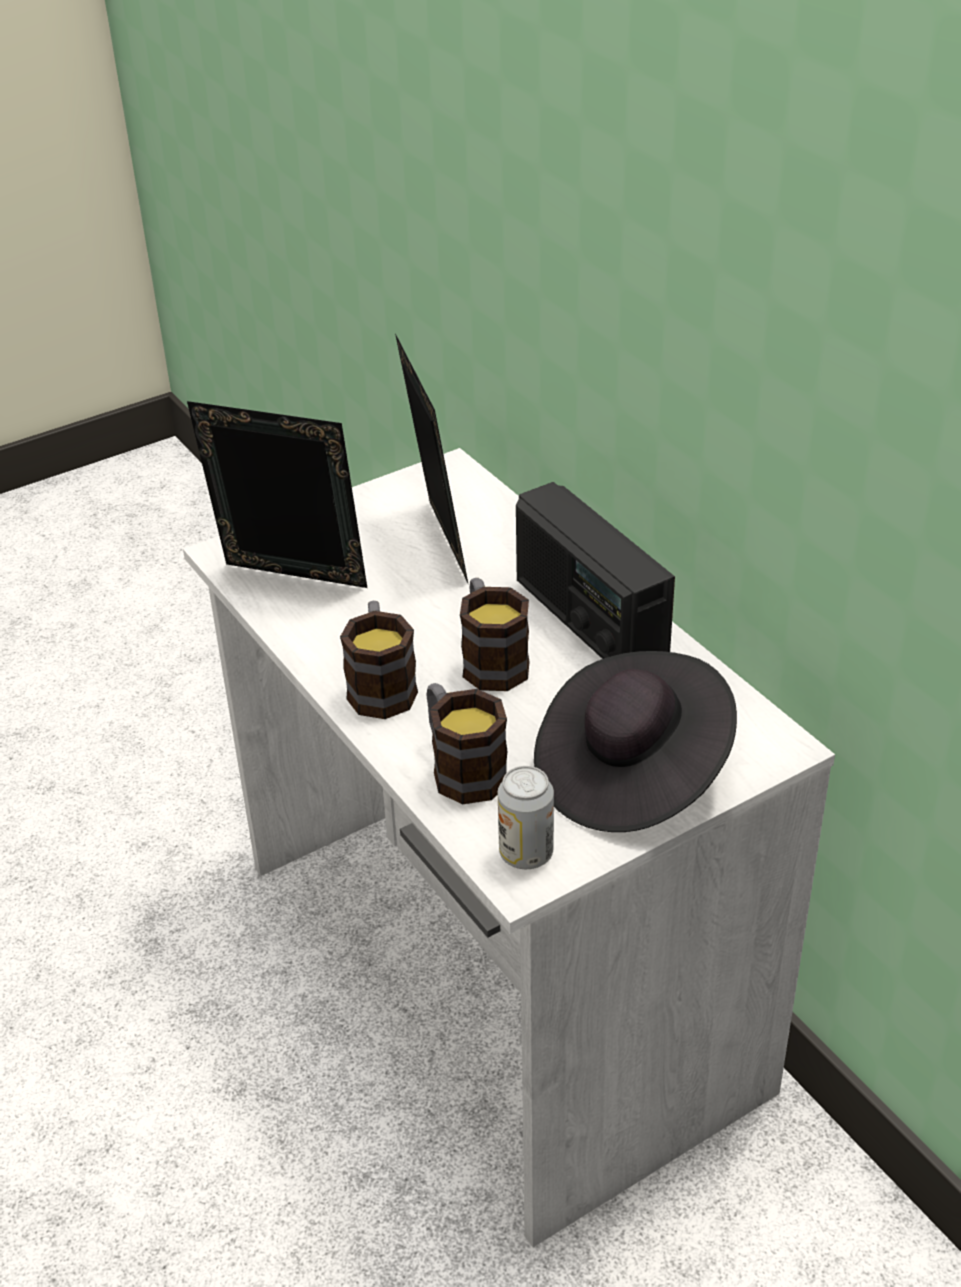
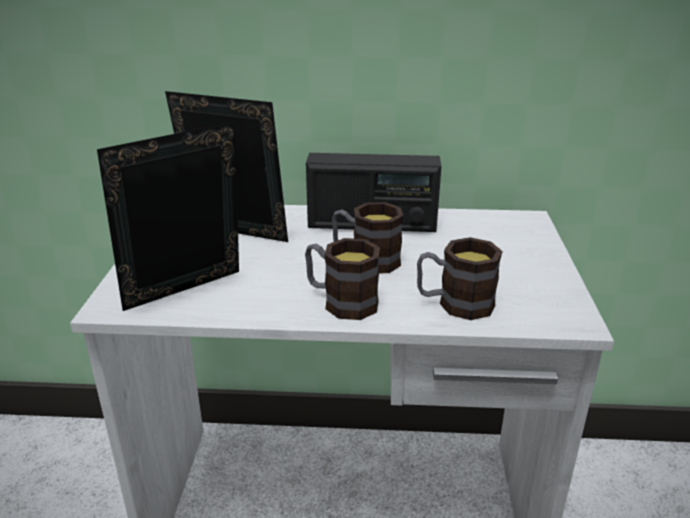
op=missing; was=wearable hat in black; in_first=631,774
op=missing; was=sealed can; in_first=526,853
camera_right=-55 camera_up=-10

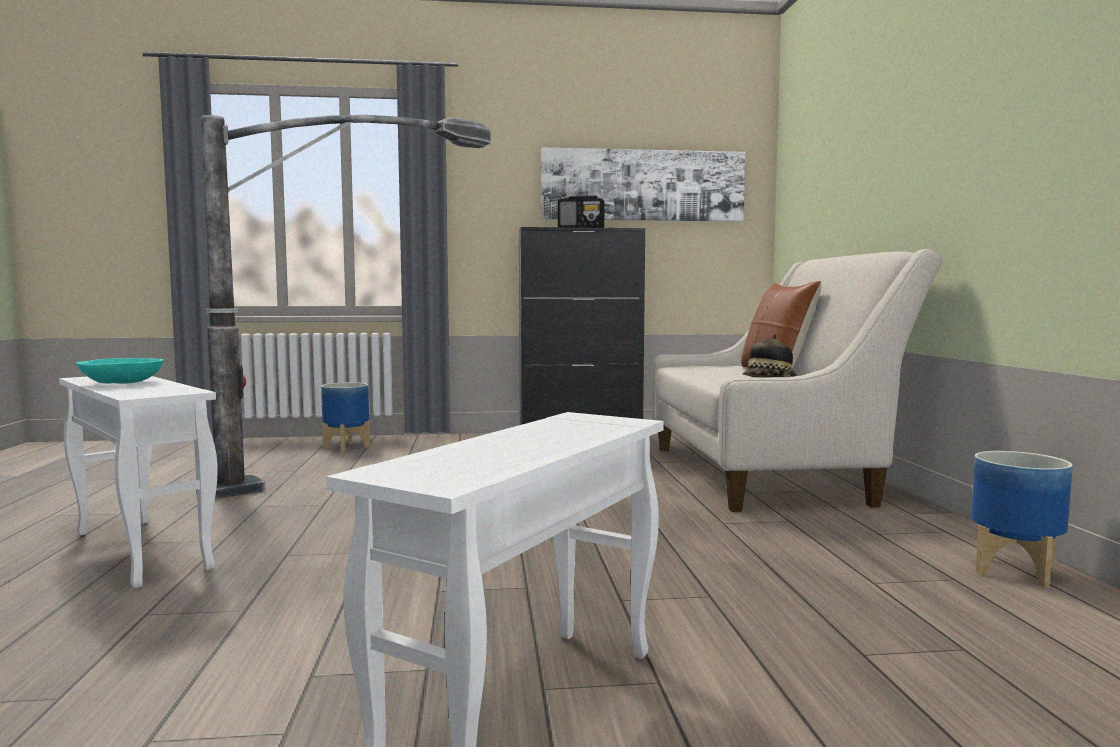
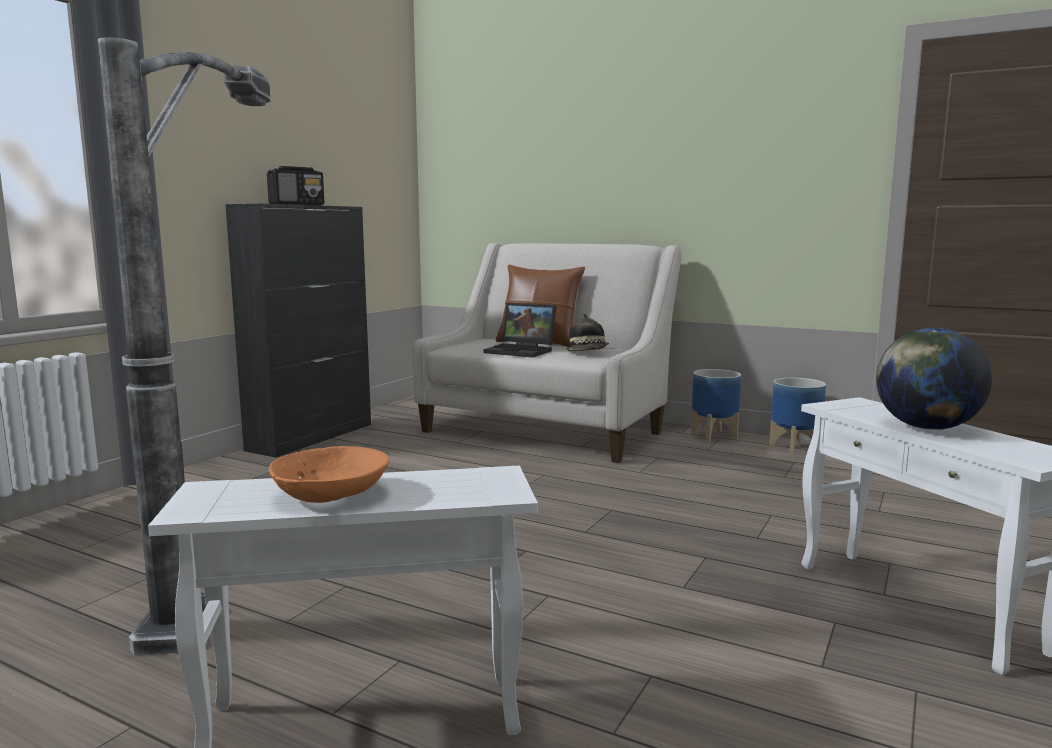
op=missing; was=wall picture; in_first=643,185
op=colour; was=deep dish in blue-green; now=deep dish in orange-coloured; in_first=122,383; in_second=332,495
op=relocated; was=flower pot; in_first=347,447; in_second=714,436
op=appeared; now=laptop; in_second=522,351
op=appeared; now=world globe; in_second=926,428
camera_right=-55 camera_up=5

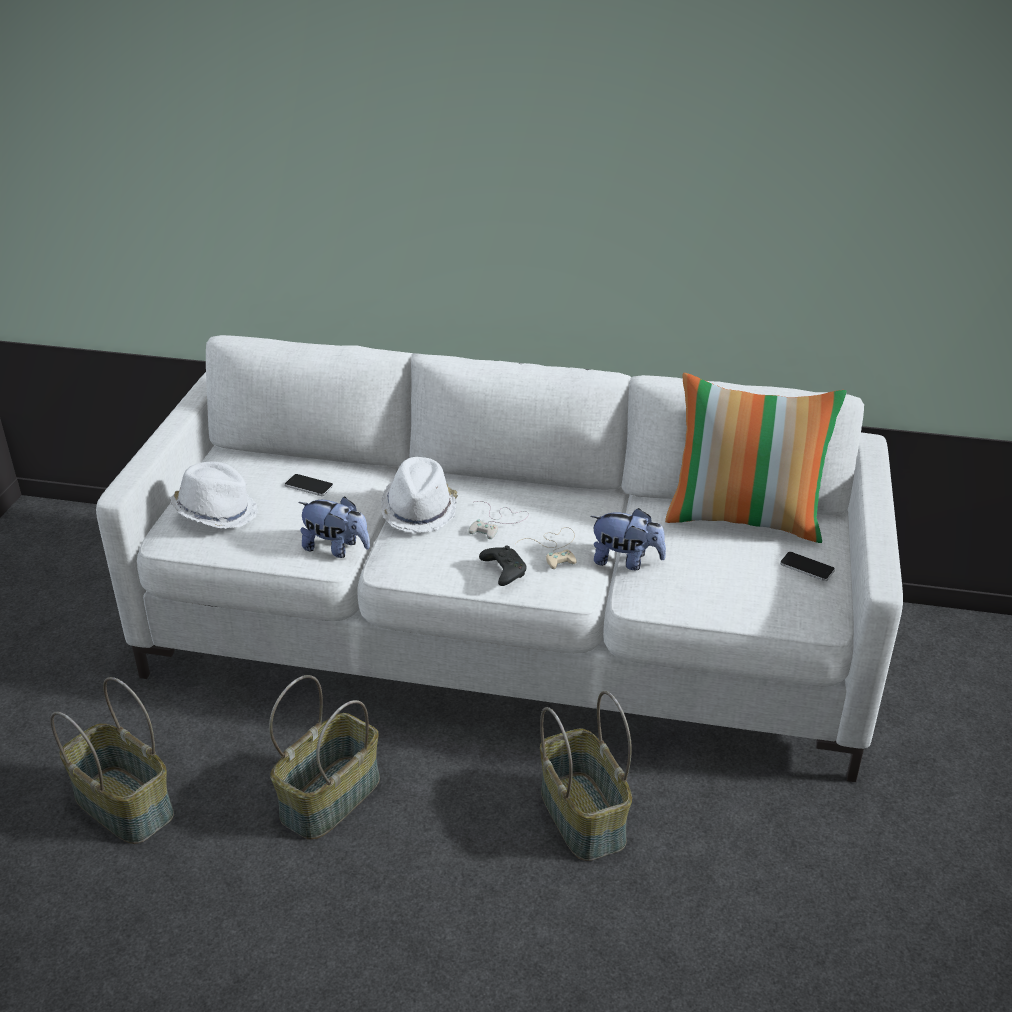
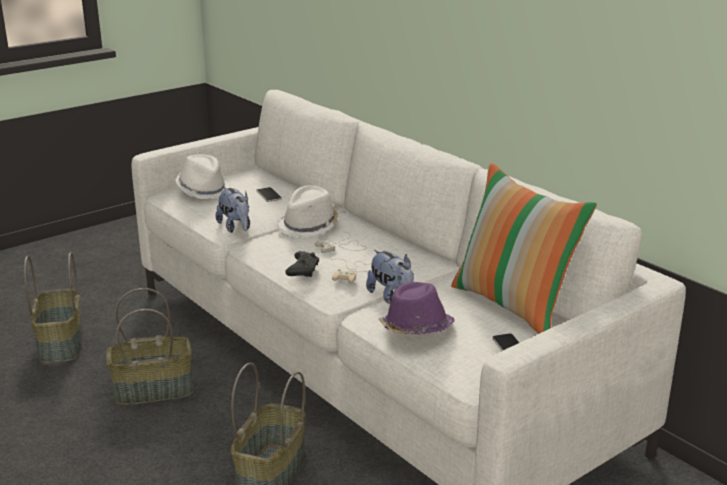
op=appeared; now=wearable hat in purple; in_second=416,329
camera_right=40 camera_up=-10

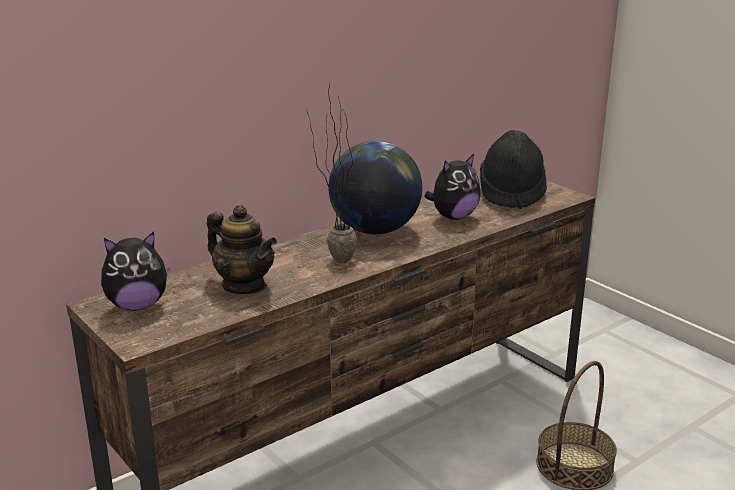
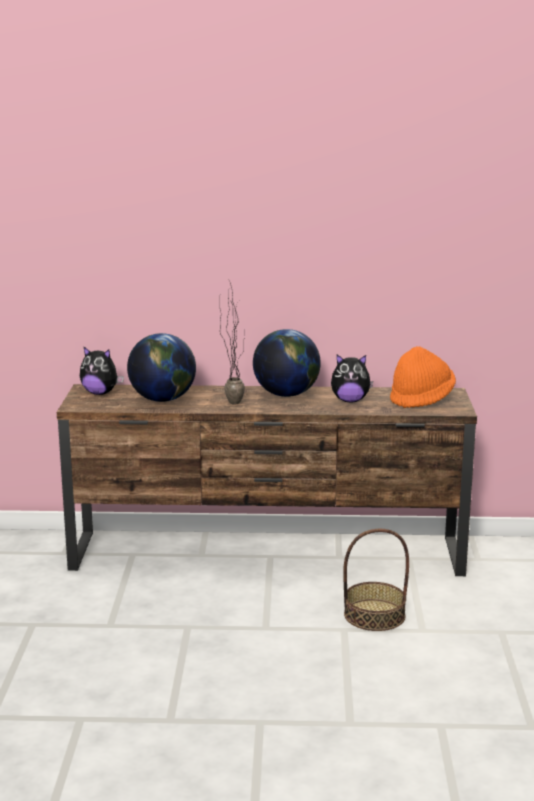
op=colour; was=wearable hat in black; now=wearable hat in orange-coloured; in_first=511,194; in_second=421,399
op=exchanged; was=pot for tea; now=world globe; in_first=244,286; in_second=163,399
camera_right=40 camera_up=-5

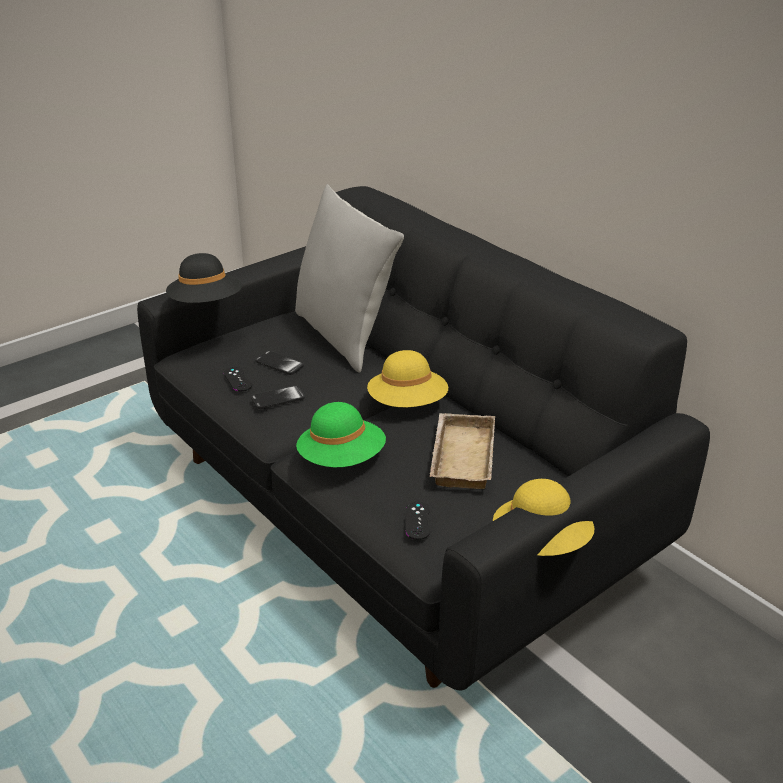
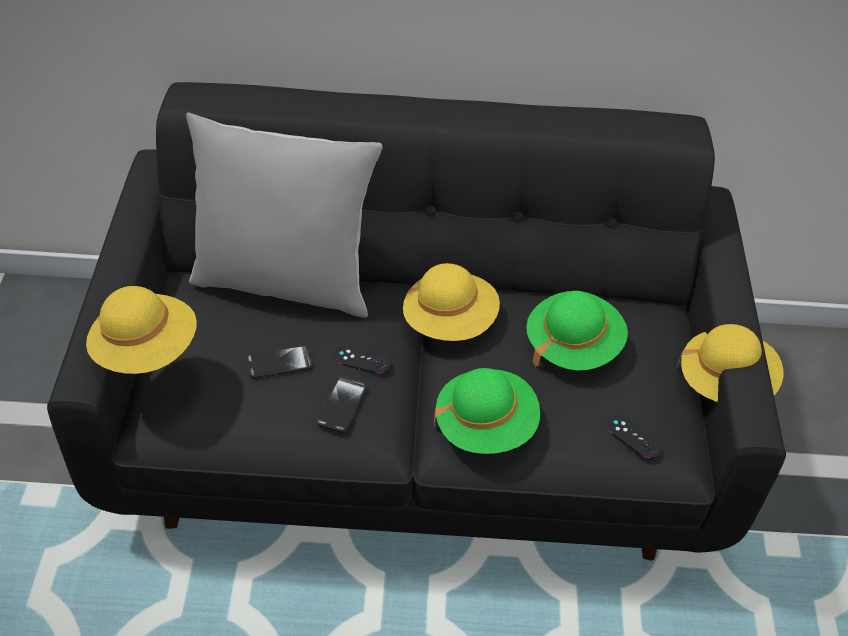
op=colour; was=wearable hat in black; now=wearable hat in yellow; in_first=206,304; in_second=146,350
op=relocated; was=game controller in black; in_first=238,379; in_second=362,359
op=exchanged; was=carrying tray in sand-coloured; now=wearable hat in green; in_first=459,456; in_second=572,345
camera_right=-50 camera_up=15

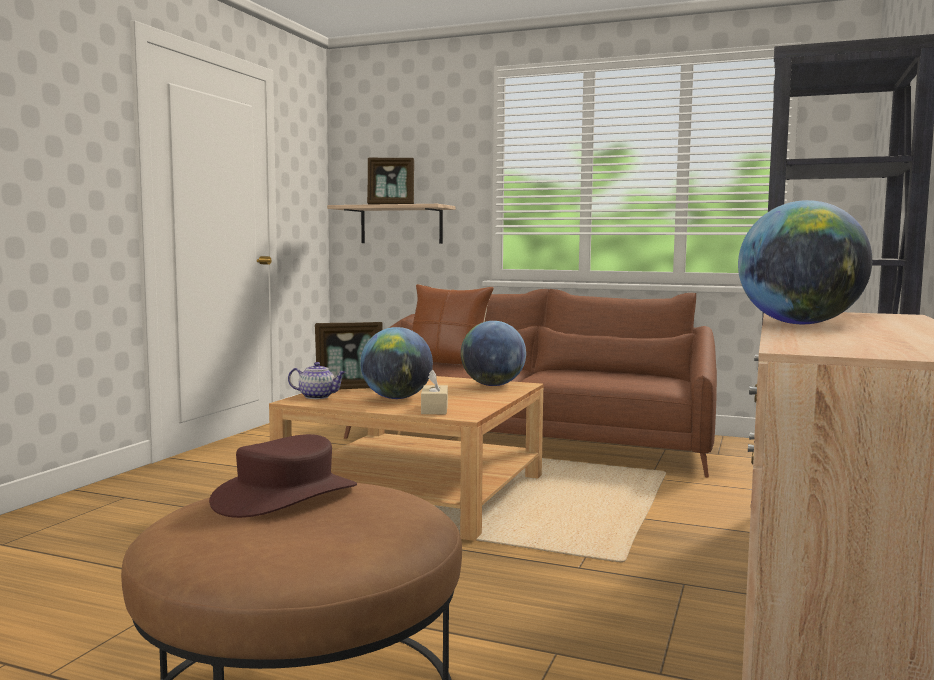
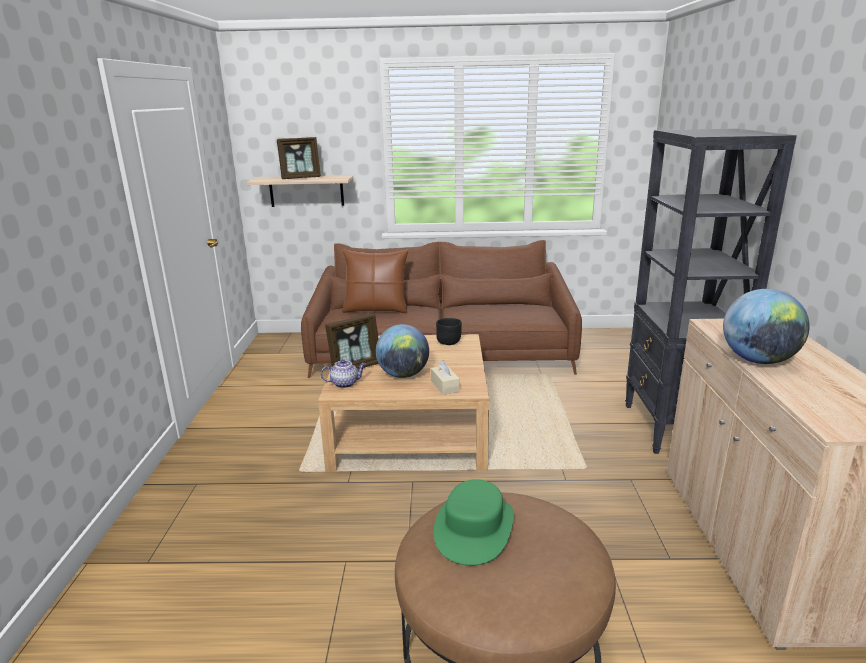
op=exchanged; was=world globe; now=deep dish in black; in_first=492,385; in_second=449,343
op=colour; was=wearable hat in brown; now=wearable hat in green; in_first=285,496; in_second=474,528
camera_right=-20 camera_up=15

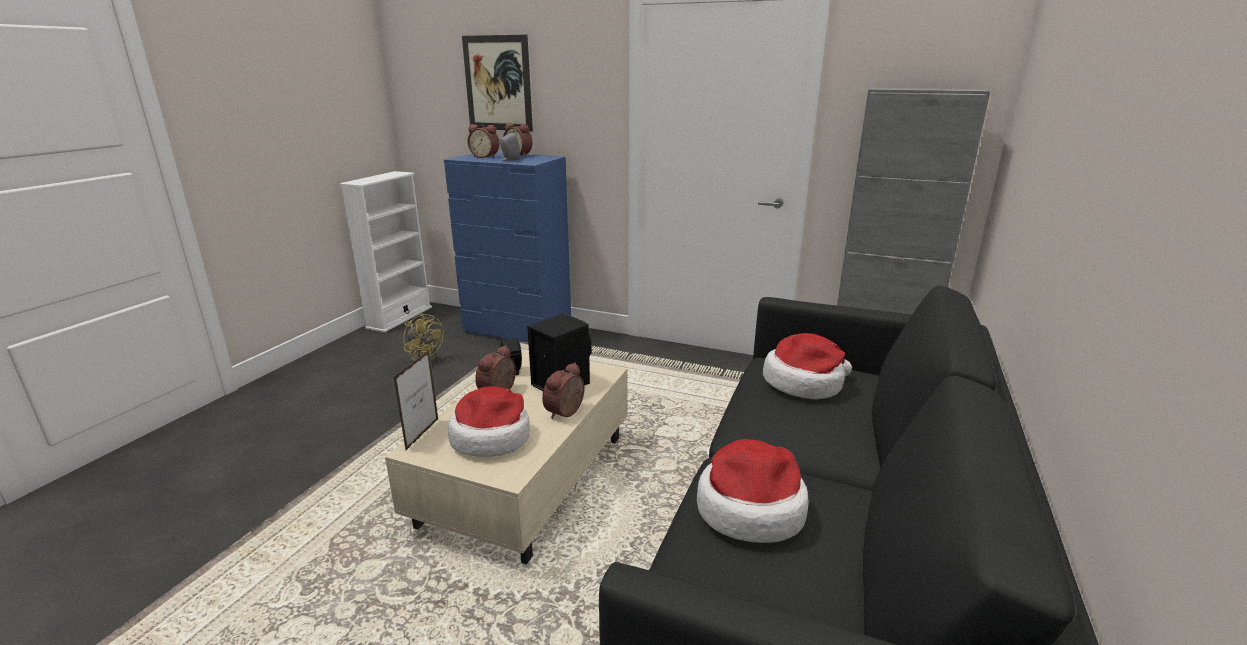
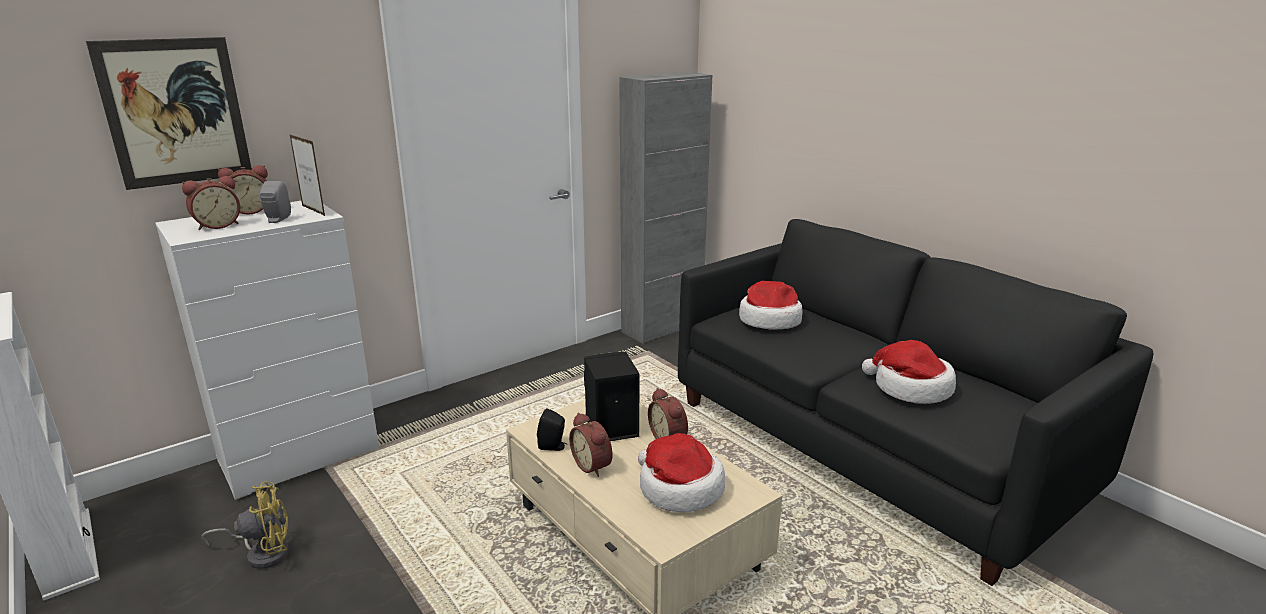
op=colour; was=drawer chest in blue; now=drawer chest in white-coloured; in_first=518,330; in_second=300,455
op=relocated; was=photo frame; in_first=422,434; in_second=313,211
camera_right=-60 camera_up=0

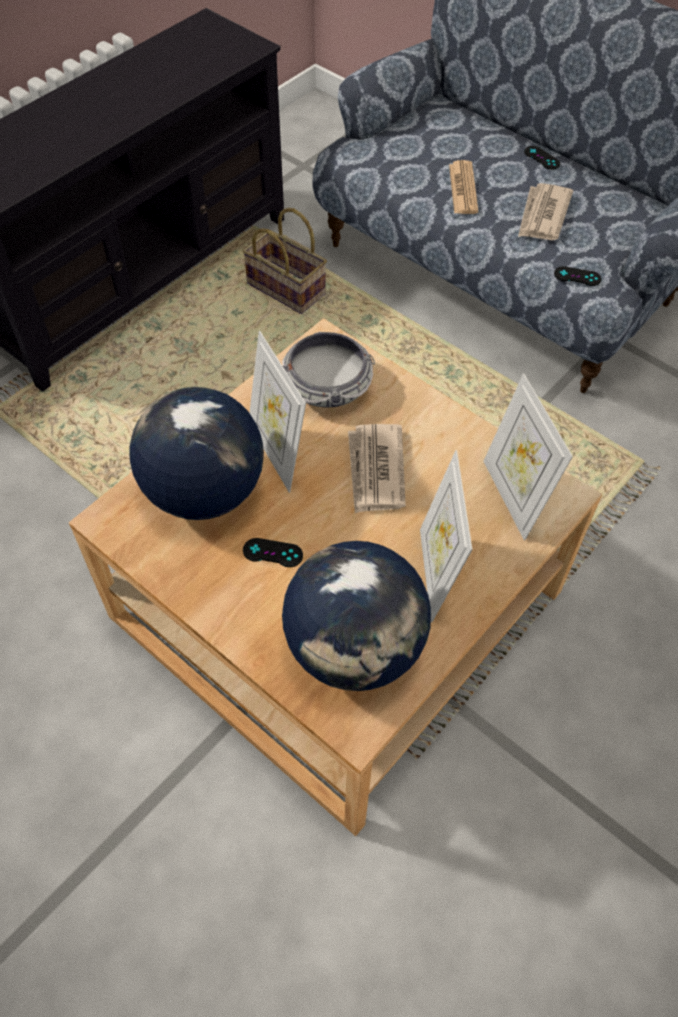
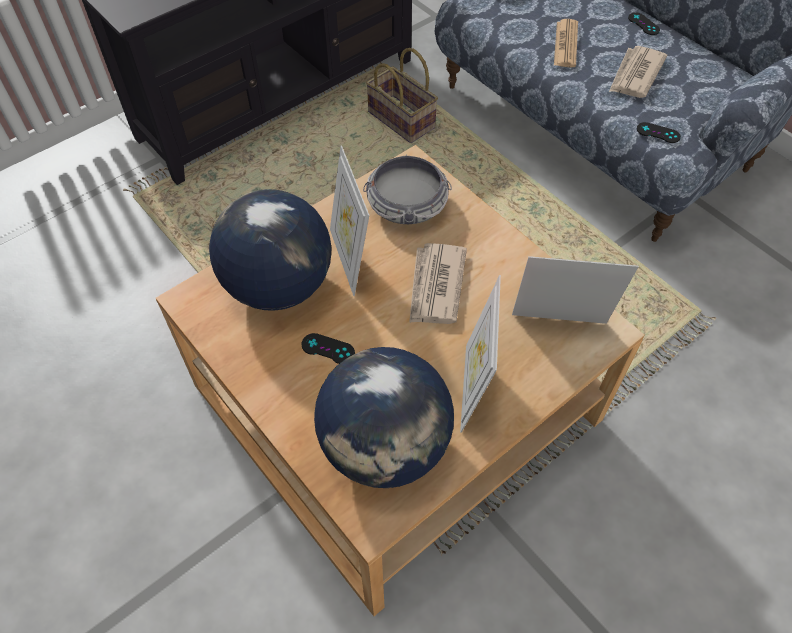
op=spun; was=photo frame; in_first=513,497; in_second=559,326; clockwise=105
camera_right=10 camera_up=0

